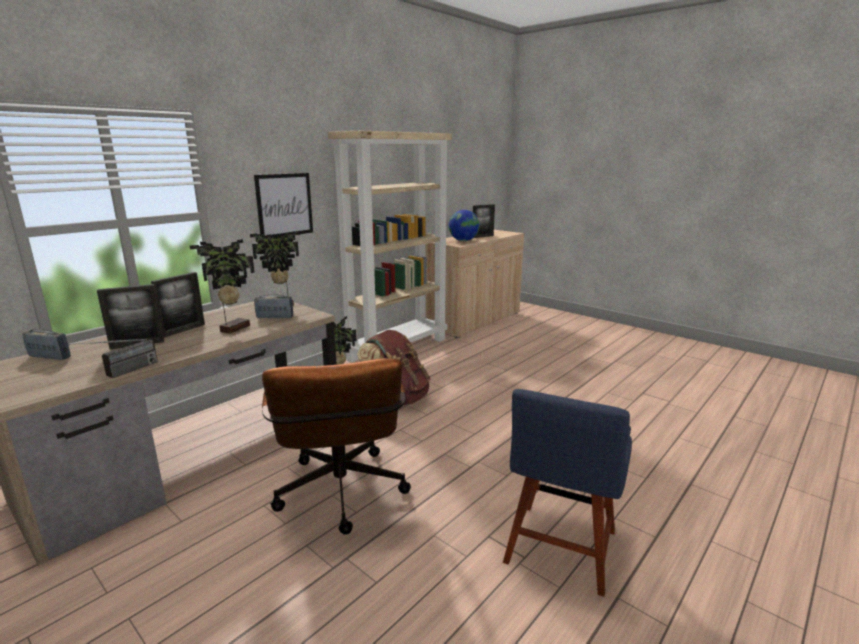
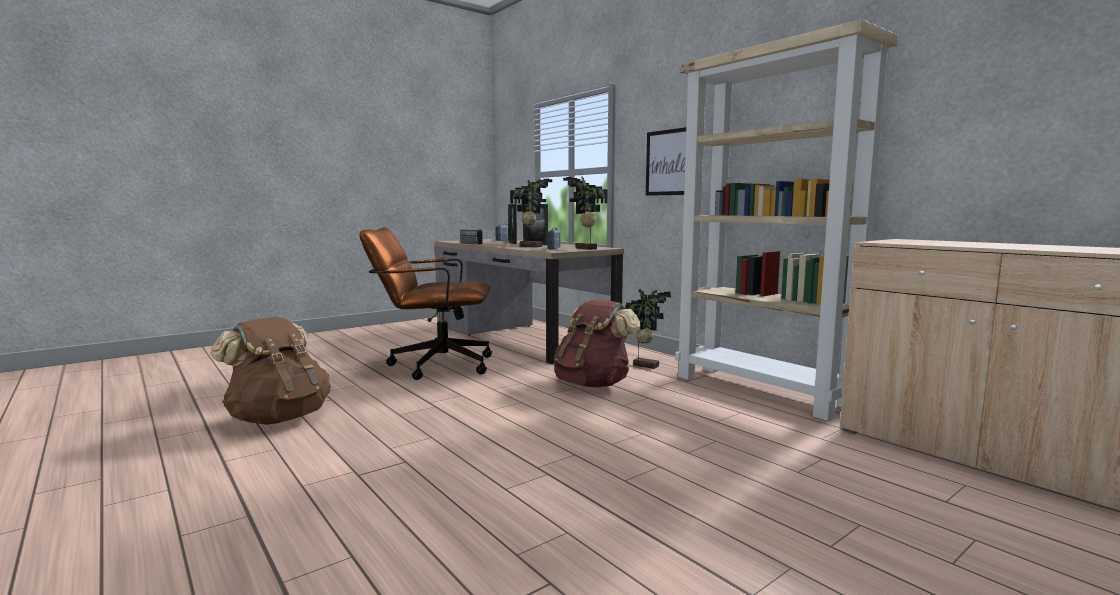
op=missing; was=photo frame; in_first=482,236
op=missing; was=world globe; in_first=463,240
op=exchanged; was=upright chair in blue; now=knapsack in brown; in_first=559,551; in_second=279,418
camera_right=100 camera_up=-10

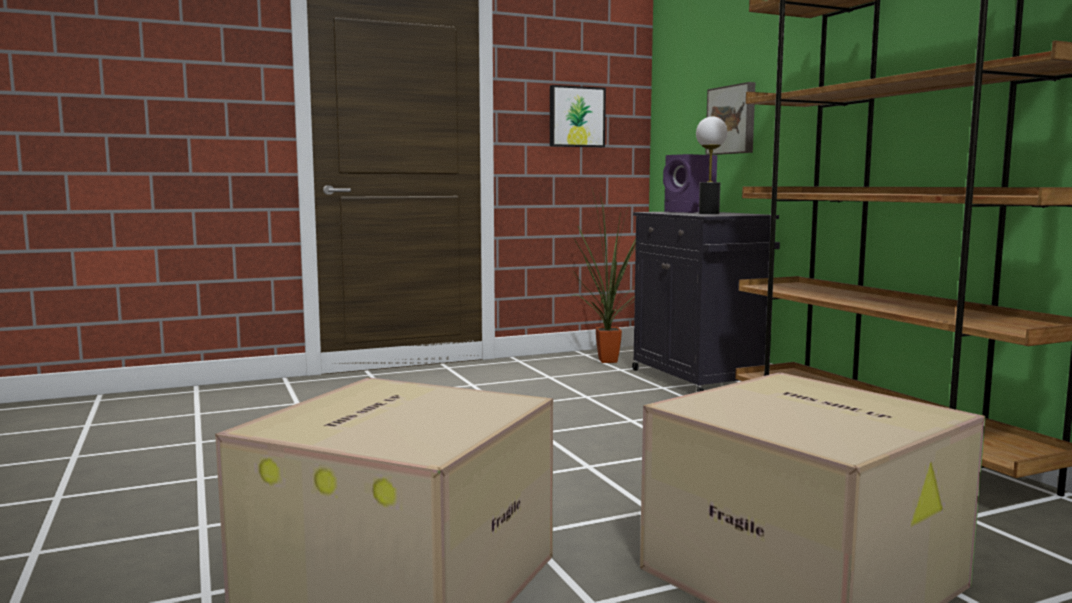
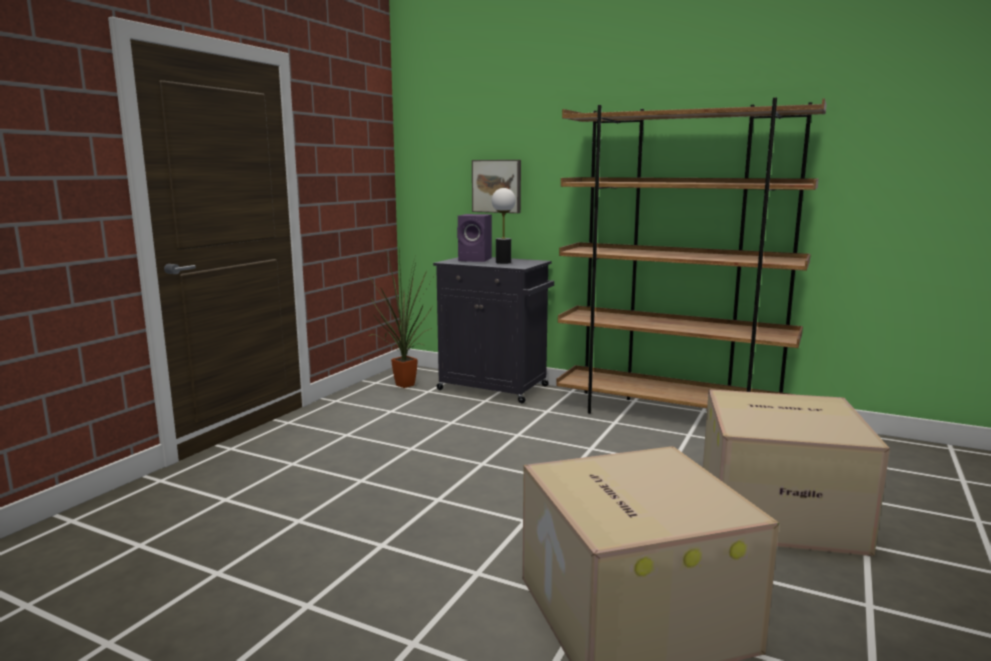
op=missing; was=wall picture; in_first=576,117
camera_right=-40 camera_up=5

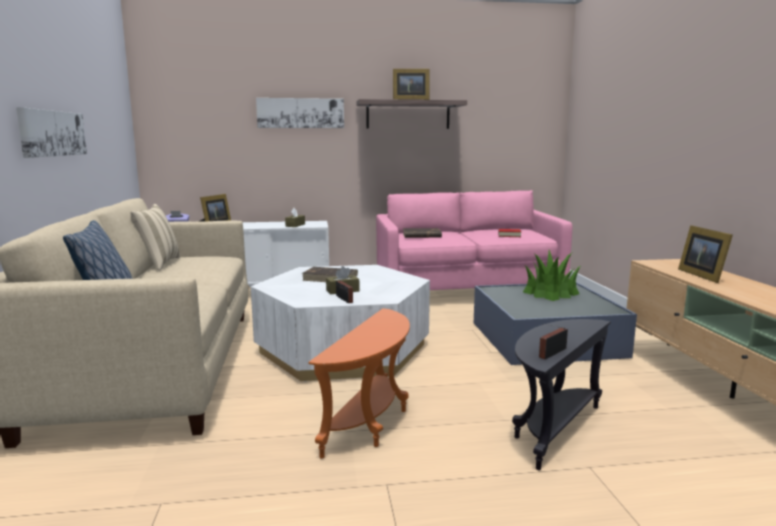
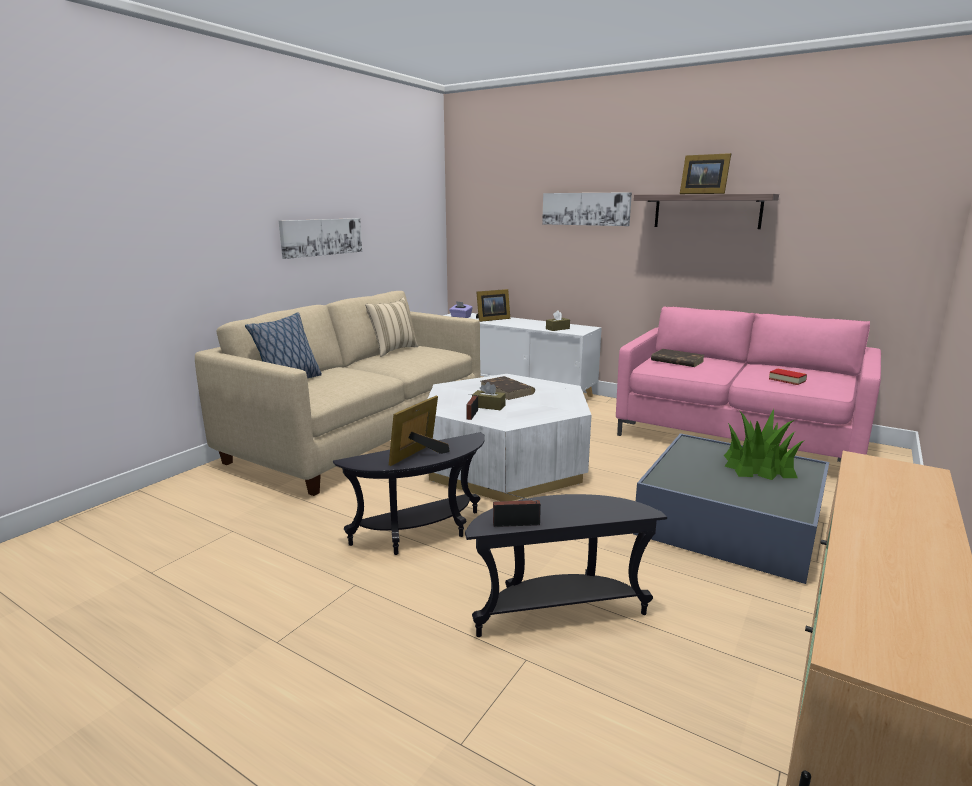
op=relocated; was=photo frame; in_first=702,275; in_second=419,455
op=colour; was=end table in orange-coloured; now=end table in black; in_first=371,423; in_second=422,535
camera_right=40 camera_up=5

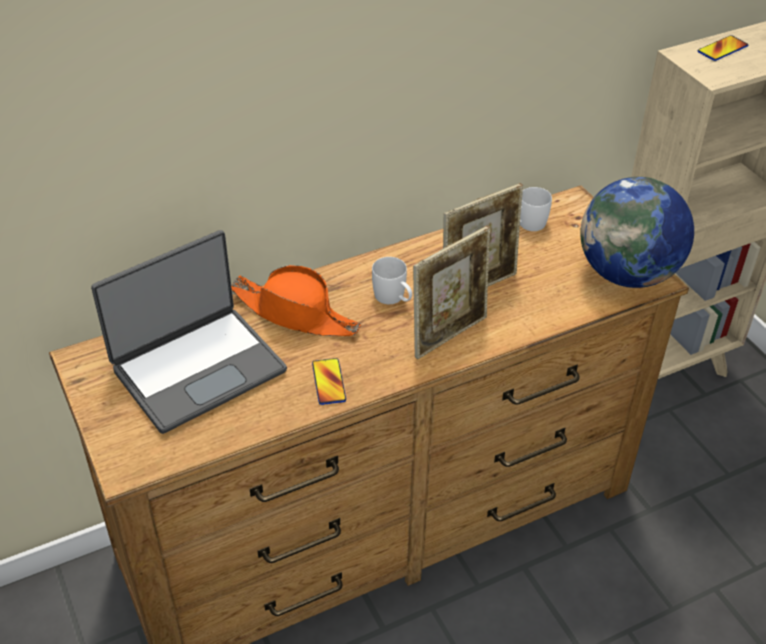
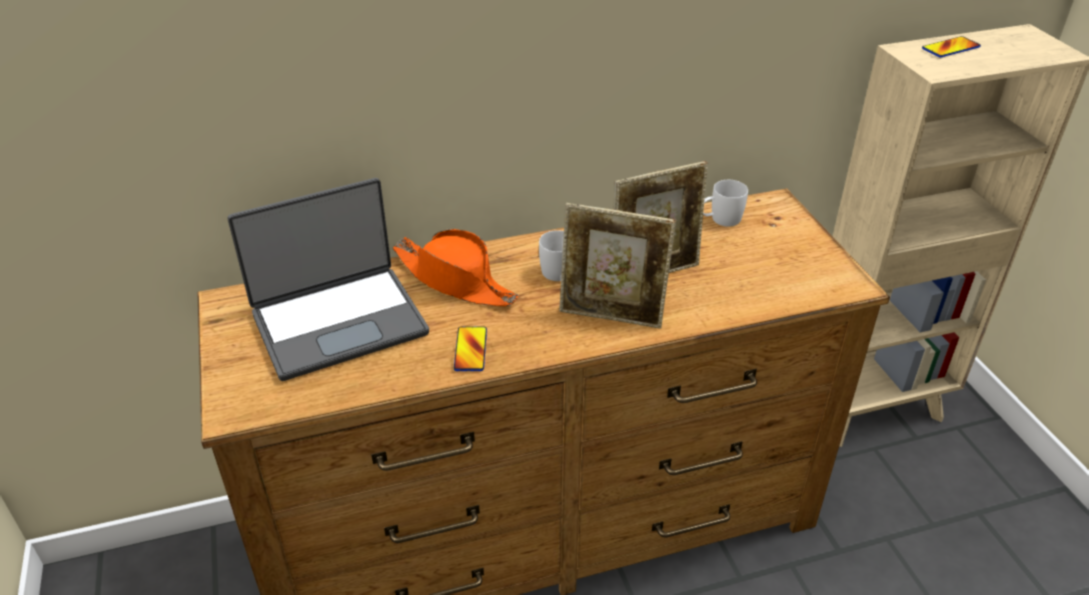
op=missing; was=world globe; in_first=627,274
op=spun; was=photo frame; in_first=449,334; in_second=612,316; clockwise=45
camera_right=10 camera_up=-5

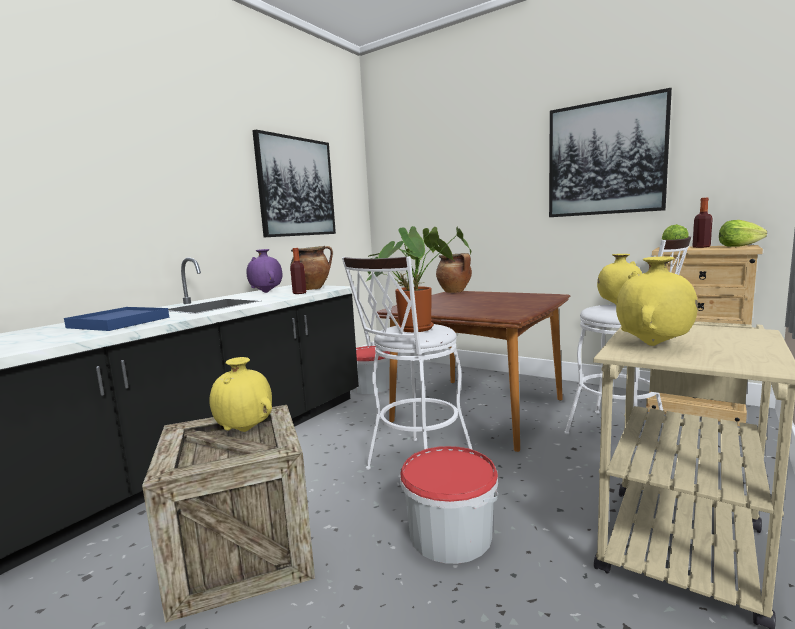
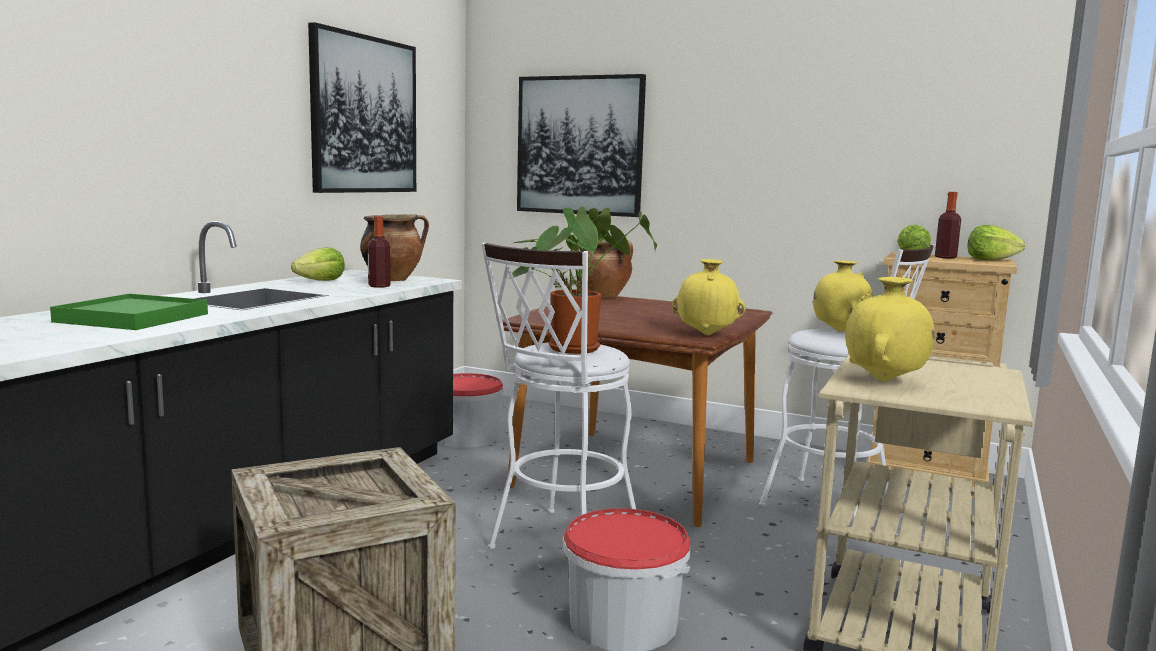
op=relocated; was=wall picture; in_first=605,158; in_second=580,145
op=exchanged; was=vase in purple; now=lettuce; in_first=266,292; in_second=321,281
op=colour; was=carrying tray in blue; now=carrying tray in green; in_first=119,322; in_second=132,318
op=relocated; was=vase in yellow; in_first=245,430; in_second=707,334
camera_right=-10 camera_up=0

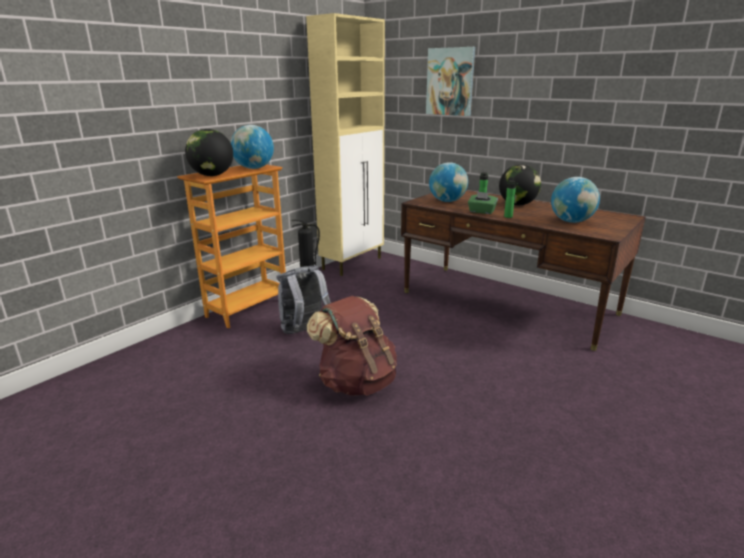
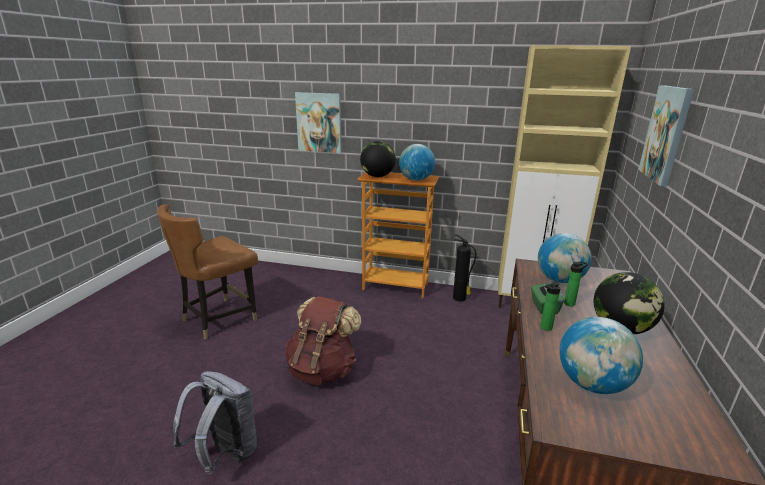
op=relocated; was=knapsack in gray; in_first=304,332; in_second=225,454
op=appeared; now=wall picture; in_second=319,122
op=appeared; now=upright chair in brown; in_second=219,318
camera_right=65 camera_up=0

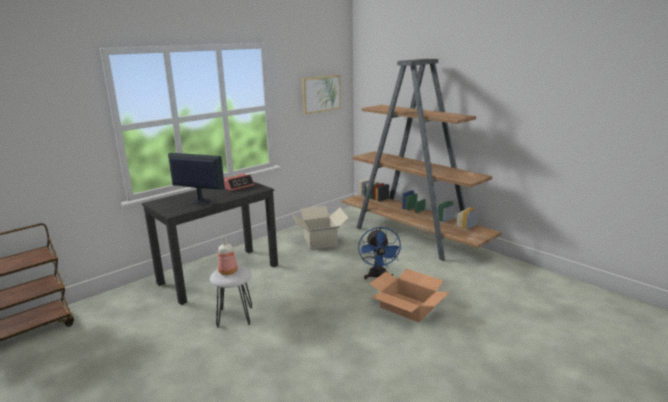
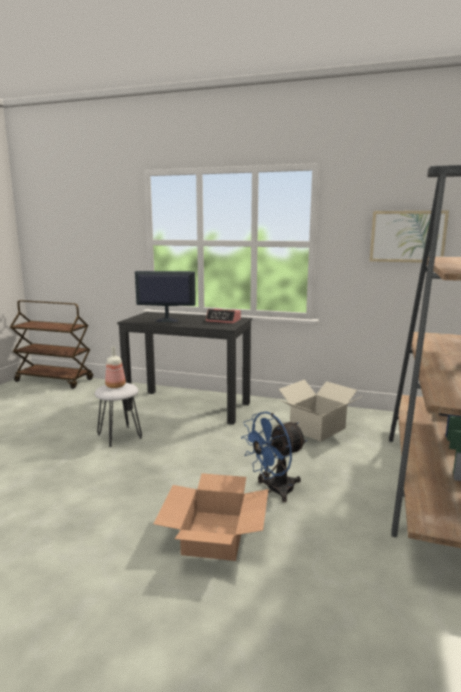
op=spun; was=computer screen; in_first=200,201; in_second=166,320; clockwise=-75
camera_right=60 camera_up=-5

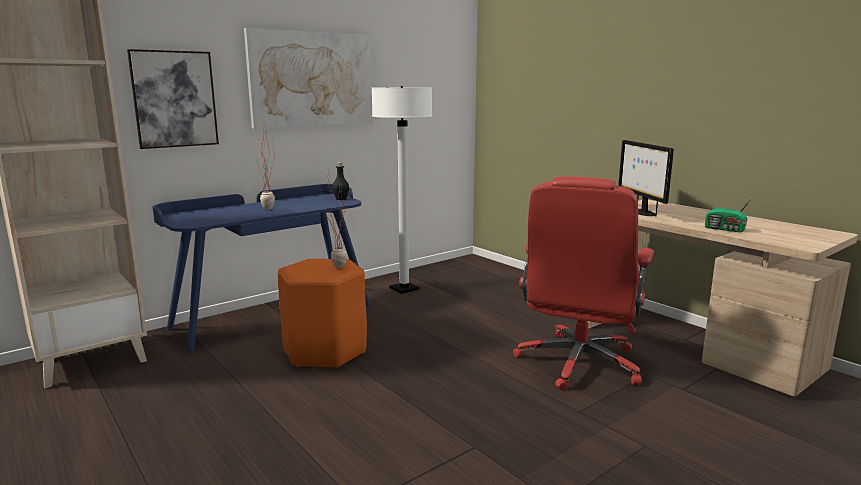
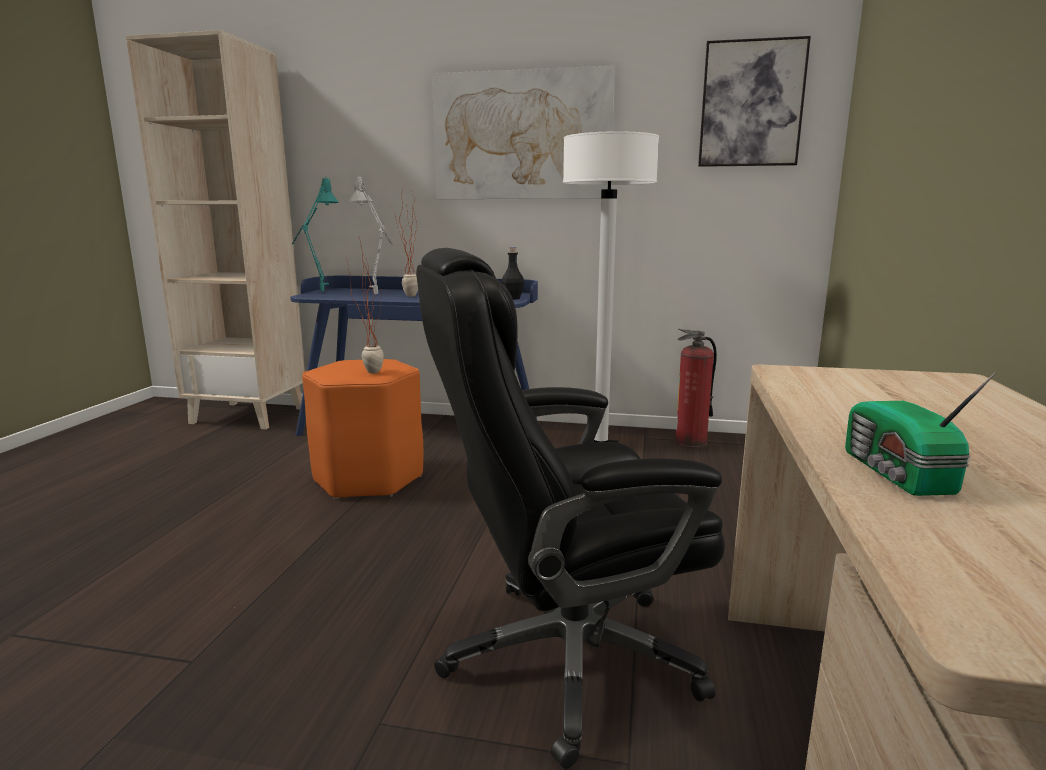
op=relocated; was=wall picture; in_first=174,99; in_second=751,104
op=missing; was=computer screen; in_first=642,212
op=colour; was=desk chair in reddish; now=desk chair in black; in_first=578,364; in_second=564,658
op=appeared; now=table lamp in gray; in_second=378,296
op=appeared; now=table lamp in blue-green; in_second=319,293
op=appeared; now=extinguisher; in_second=690,443
camera_right=50 camera_up=0

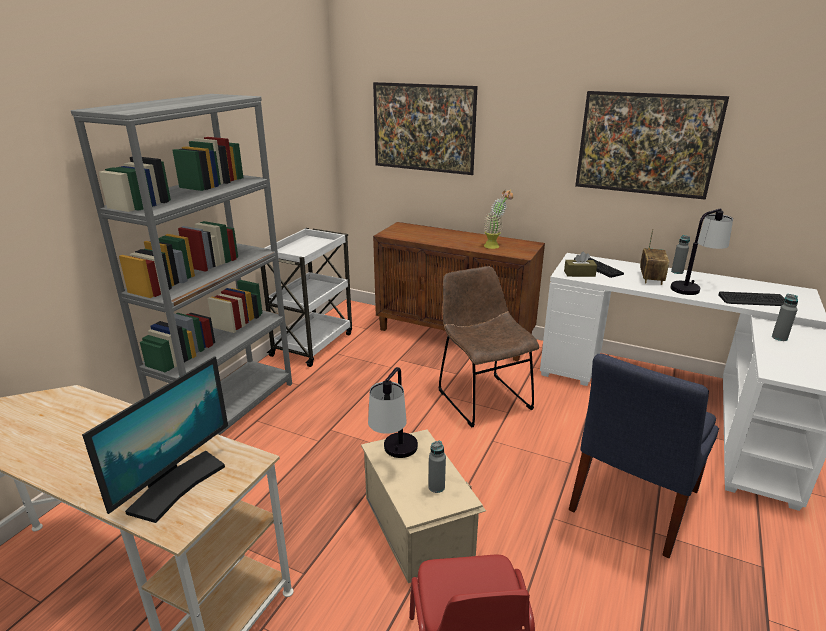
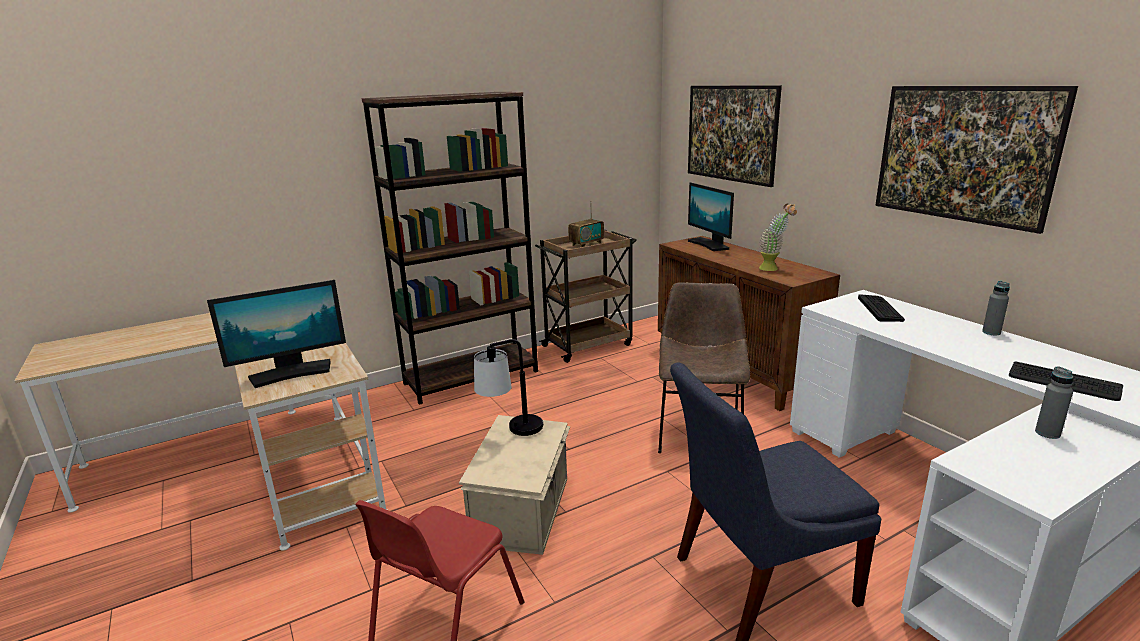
op=colour; was=bookshelf in gray; now=bookshelf in brown; in_first=229,410; in_second=471,377
op=missing; was=table lamp; in_first=693,287
op=colour; was=cart in white-coloured; now=cart in brown; in_first=313,343; in_second=588,345
op=relocated; was=radio set; in_first=651,278; in_second=586,244
op=missing; was=tissue box in brown; in_first=579,273
op=missing; was=beverage bottle in gray; in_first=436,487
op=appeared; now=computer screen; in_second=709,244
camera_right=35 camera_up=-5

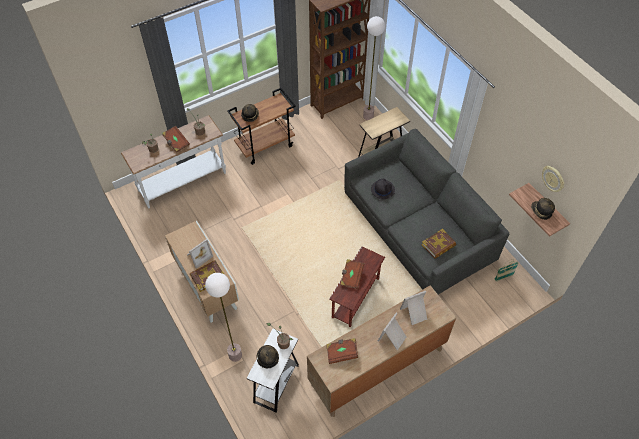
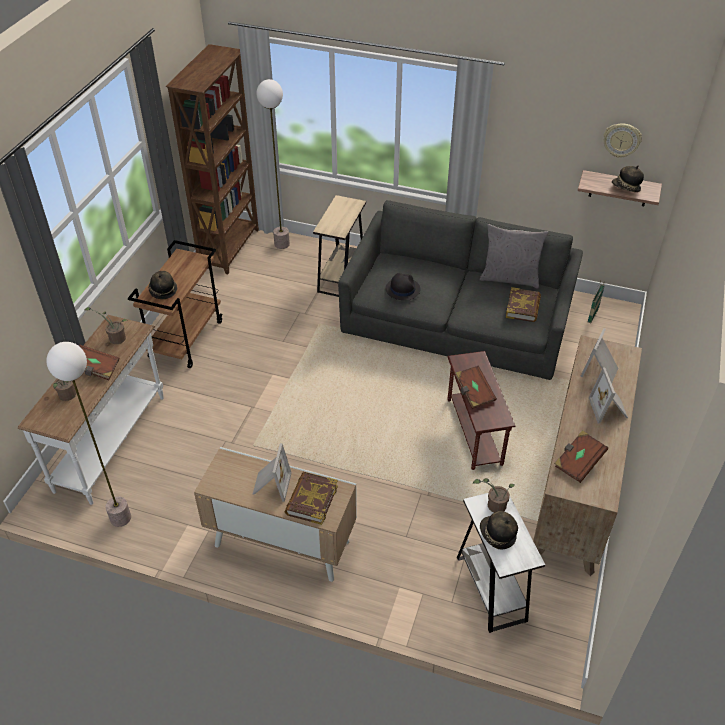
op=relocated; was=standard lamp; in_first=235,355; in_second=120,517
op=appeared; now=pillow in gray; in_second=509,278
camera_right=-40 camera_up=-10

